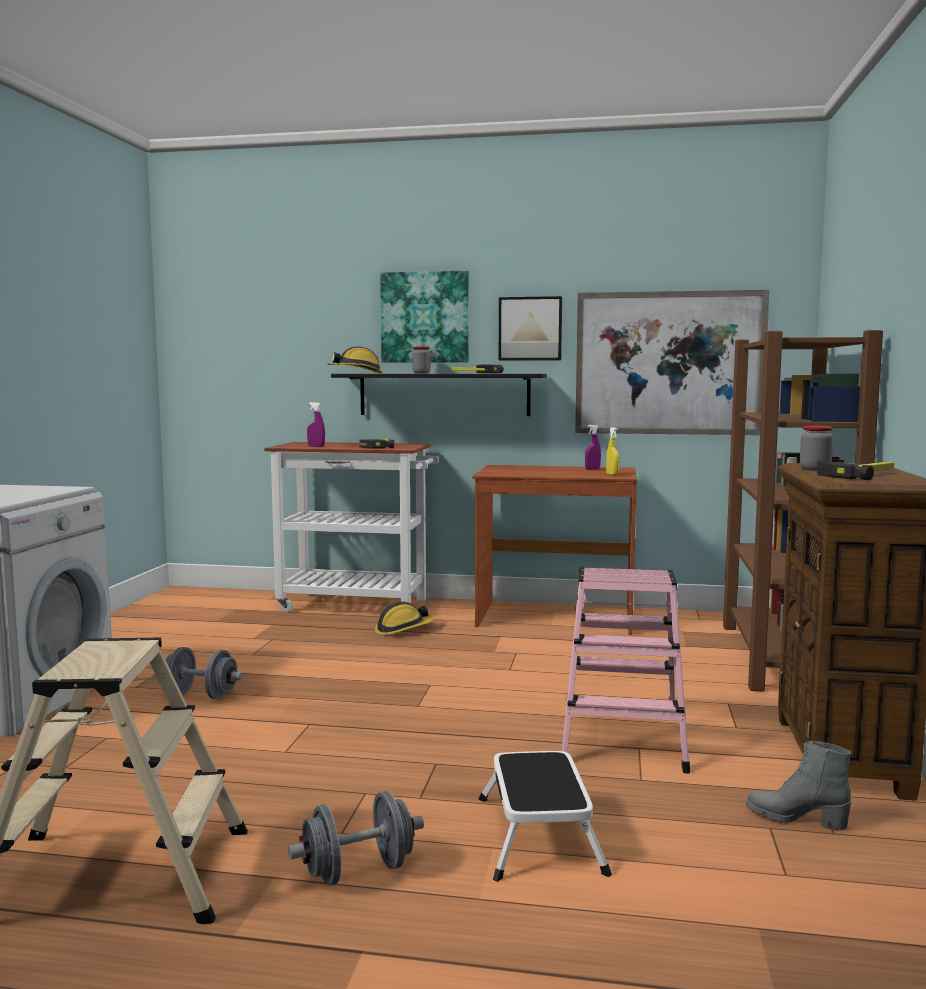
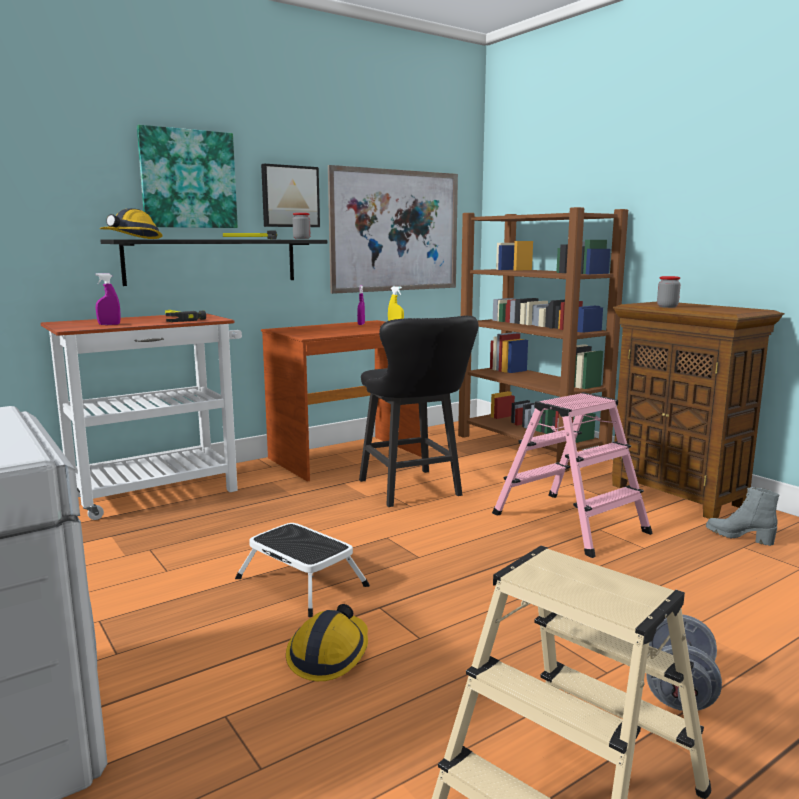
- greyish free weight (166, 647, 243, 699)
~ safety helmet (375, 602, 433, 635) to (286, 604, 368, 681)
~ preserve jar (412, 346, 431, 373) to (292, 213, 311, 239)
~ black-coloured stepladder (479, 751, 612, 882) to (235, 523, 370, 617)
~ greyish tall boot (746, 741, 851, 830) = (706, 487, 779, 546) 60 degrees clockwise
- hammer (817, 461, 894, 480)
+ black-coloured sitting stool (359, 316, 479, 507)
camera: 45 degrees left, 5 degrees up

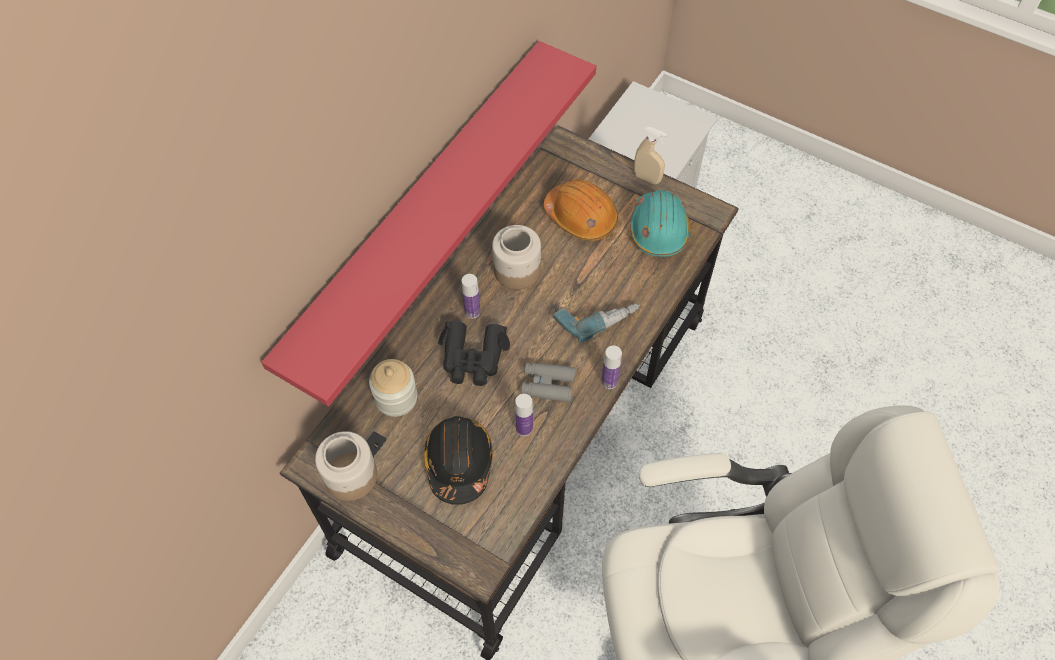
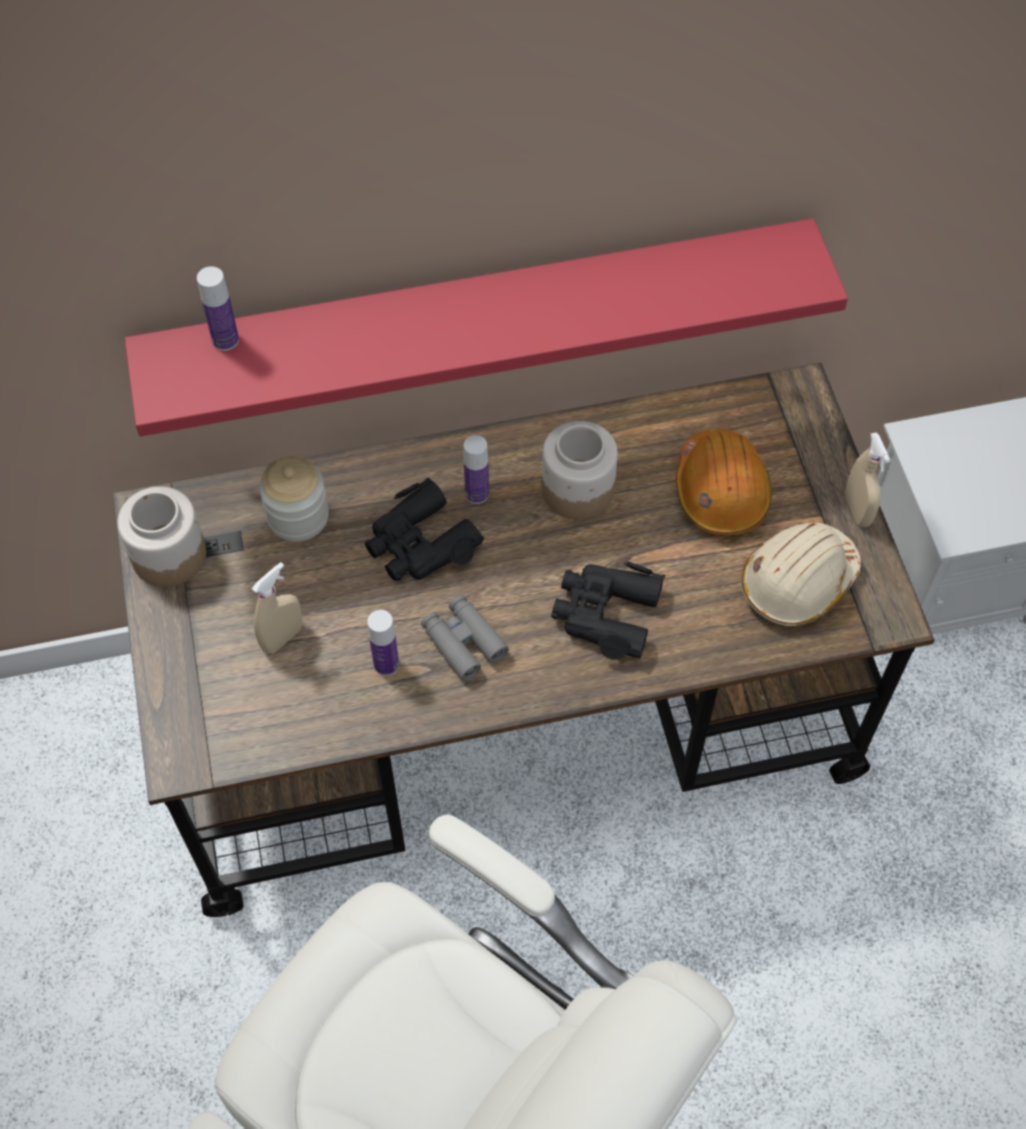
~ black-coloured safety helmet (424, 416, 493, 505) to beige-coloured hand sprayer (251, 562, 302, 654)
~ power drill (553, 303, 640, 343) to black-coloured binoculars (551, 562, 665, 660)
~ beverage bottle (601, 345, 622, 389) to (197, 266, 239, 351)
~ blue-green safety helmet (630, 190, 690, 257) to beige-coloured safety helmet (741, 523, 861, 626)
camera: 45 degrees right, 0 degrees up

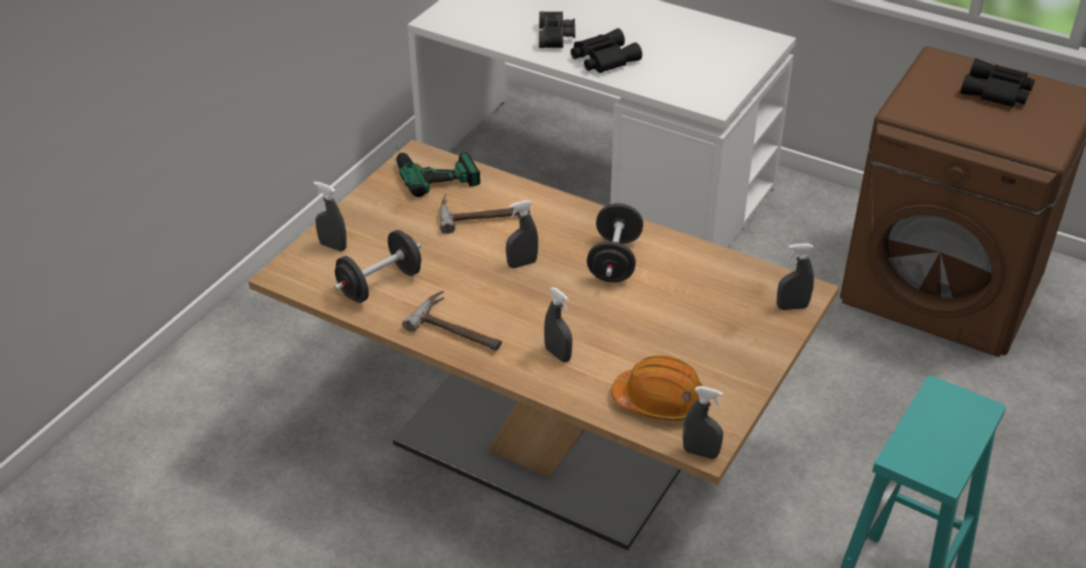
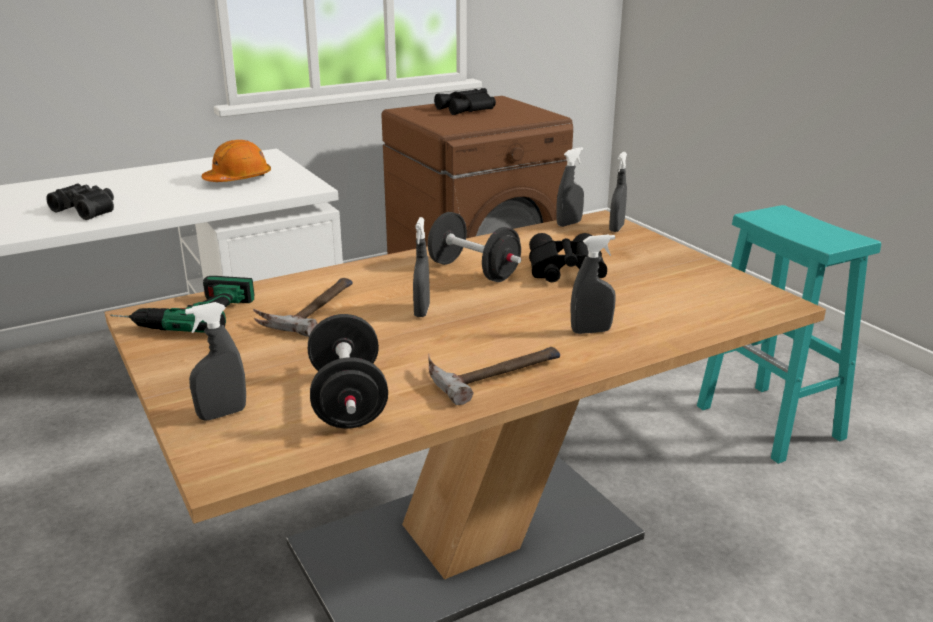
~ black-coloured binoculars (571, 28, 642, 73) to (529, 233, 607, 282)
~ orange-coloured safety helmet (611, 355, 703, 421) to (202, 140, 271, 182)
~ greyish hand sprayer (683, 386, 723, 459) to (556, 147, 584, 227)
camera: 60 degrees left, 15 degrees down

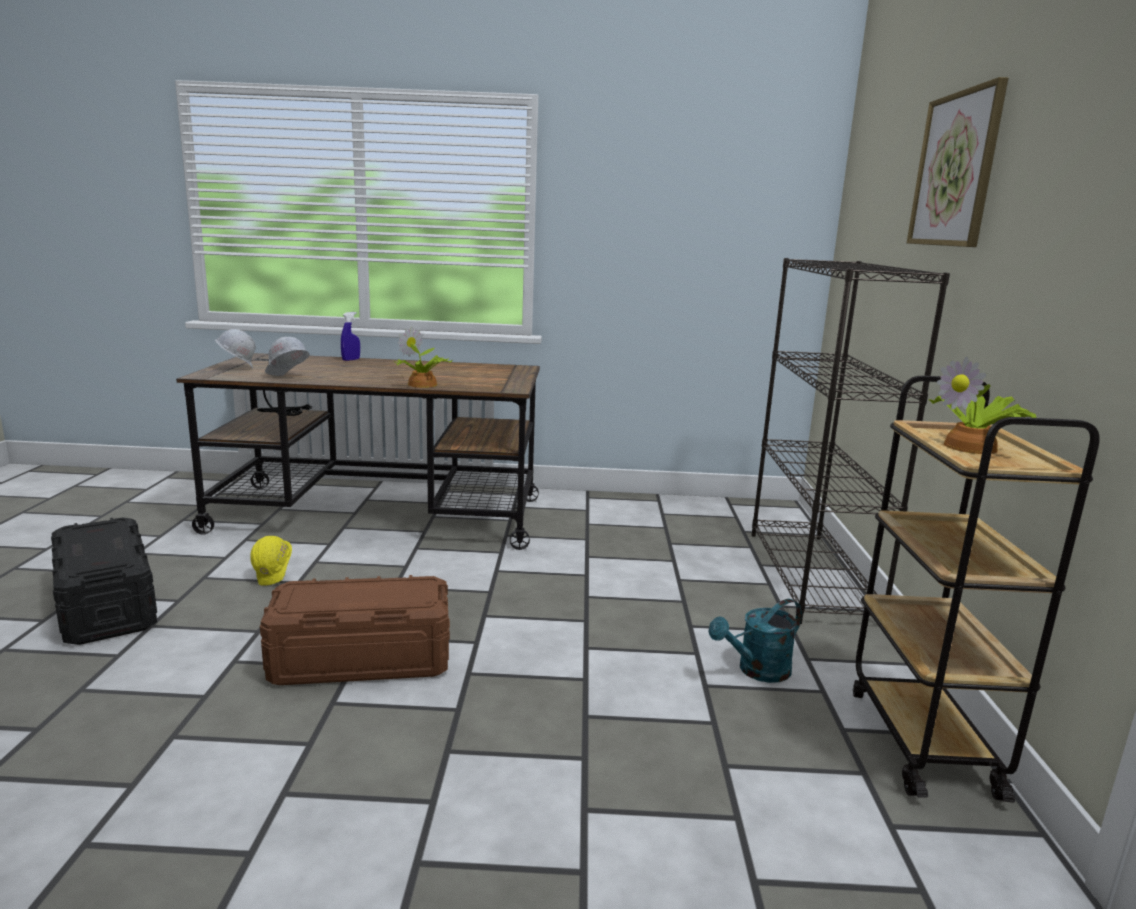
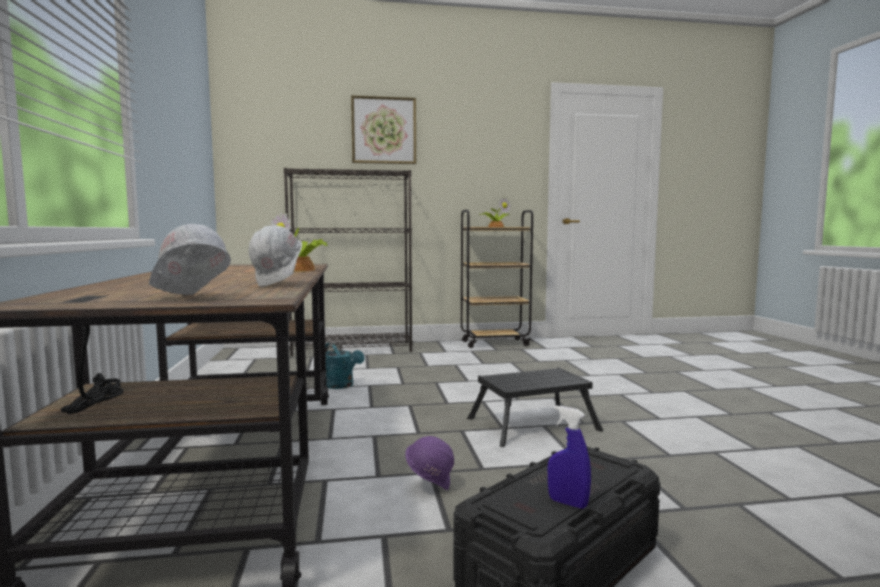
~ yellow-coloured safety helmet (250, 536, 292, 586) to purplish safety helmet (405, 436, 454, 490)
~ brownish storage box (260, 575, 450, 685) to black-coloured stepladder (467, 368, 604, 447)
~ blue hand sprayer (341, 312, 360, 361) to (548, 405, 591, 509)
~ blue-green sprinkling can (708, 599, 802, 683) to (325, 342, 365, 389)
camera: 100 degrees left, 10 degrees down

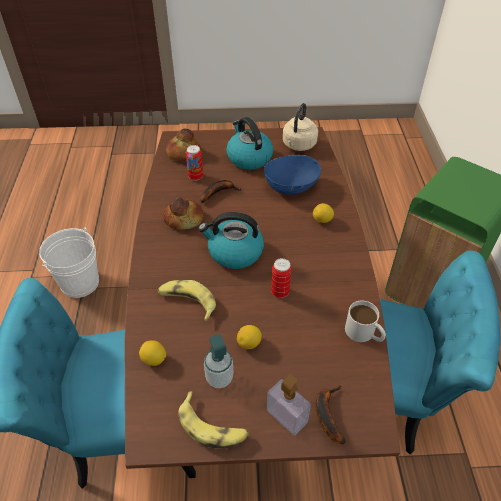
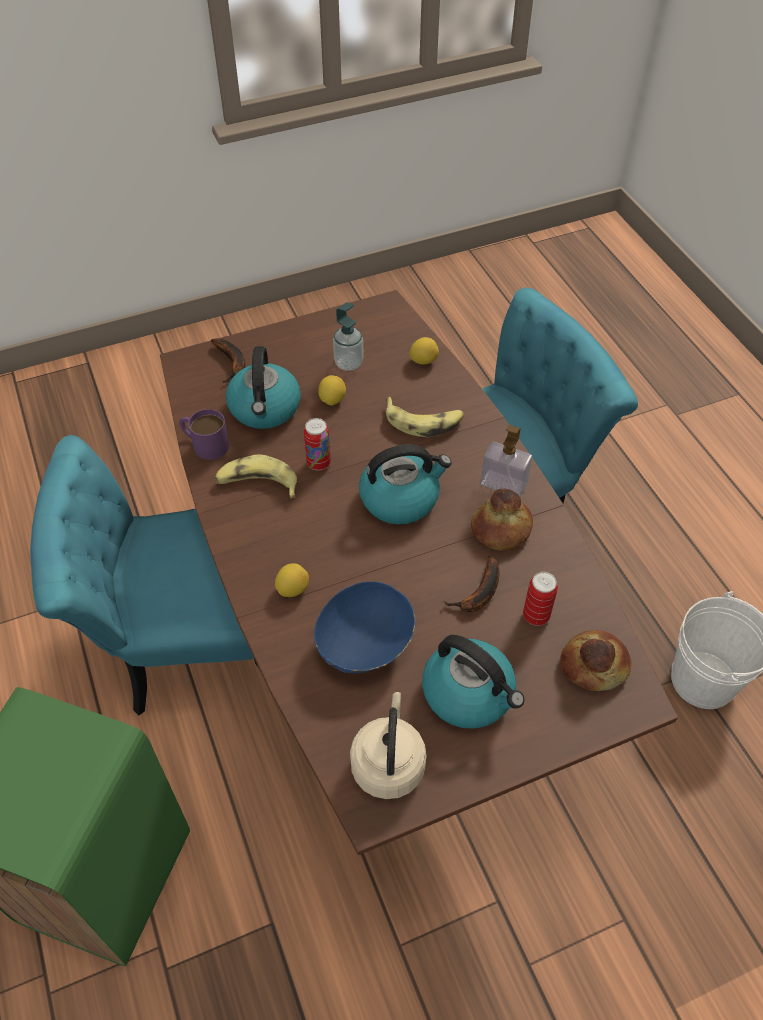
~ whole banana (178, 391, 249, 449) to (215, 455, 297, 498)
~ soap dispenser (267, 374, 311, 436) to (481, 425, 532, 497)
~ whitish tea mug (345, 301, 386, 342) to purplish tea mug (179, 409, 229, 460)
+ kettle (226, 346, 301, 429)
camera: 160 degrees right, 5 degrees up

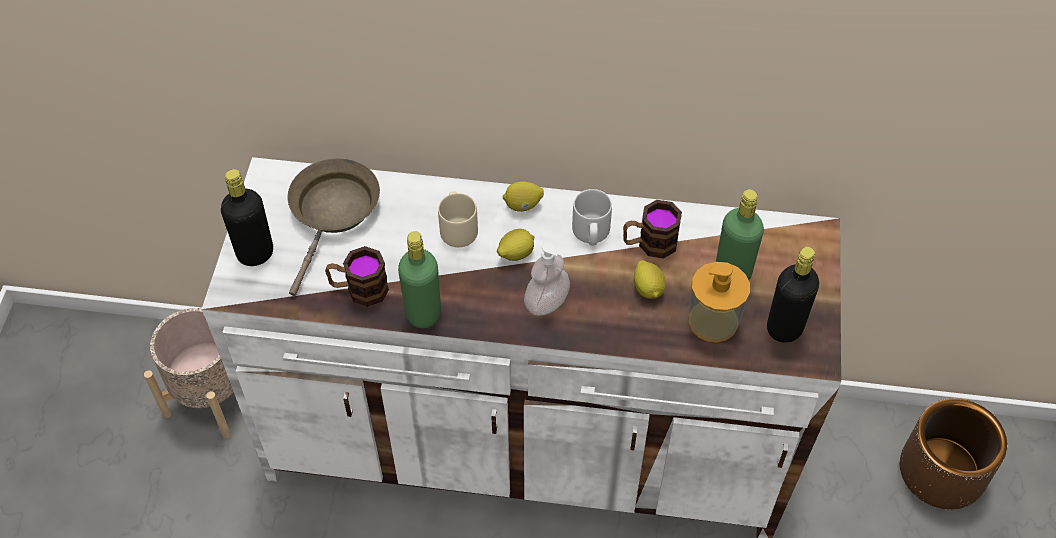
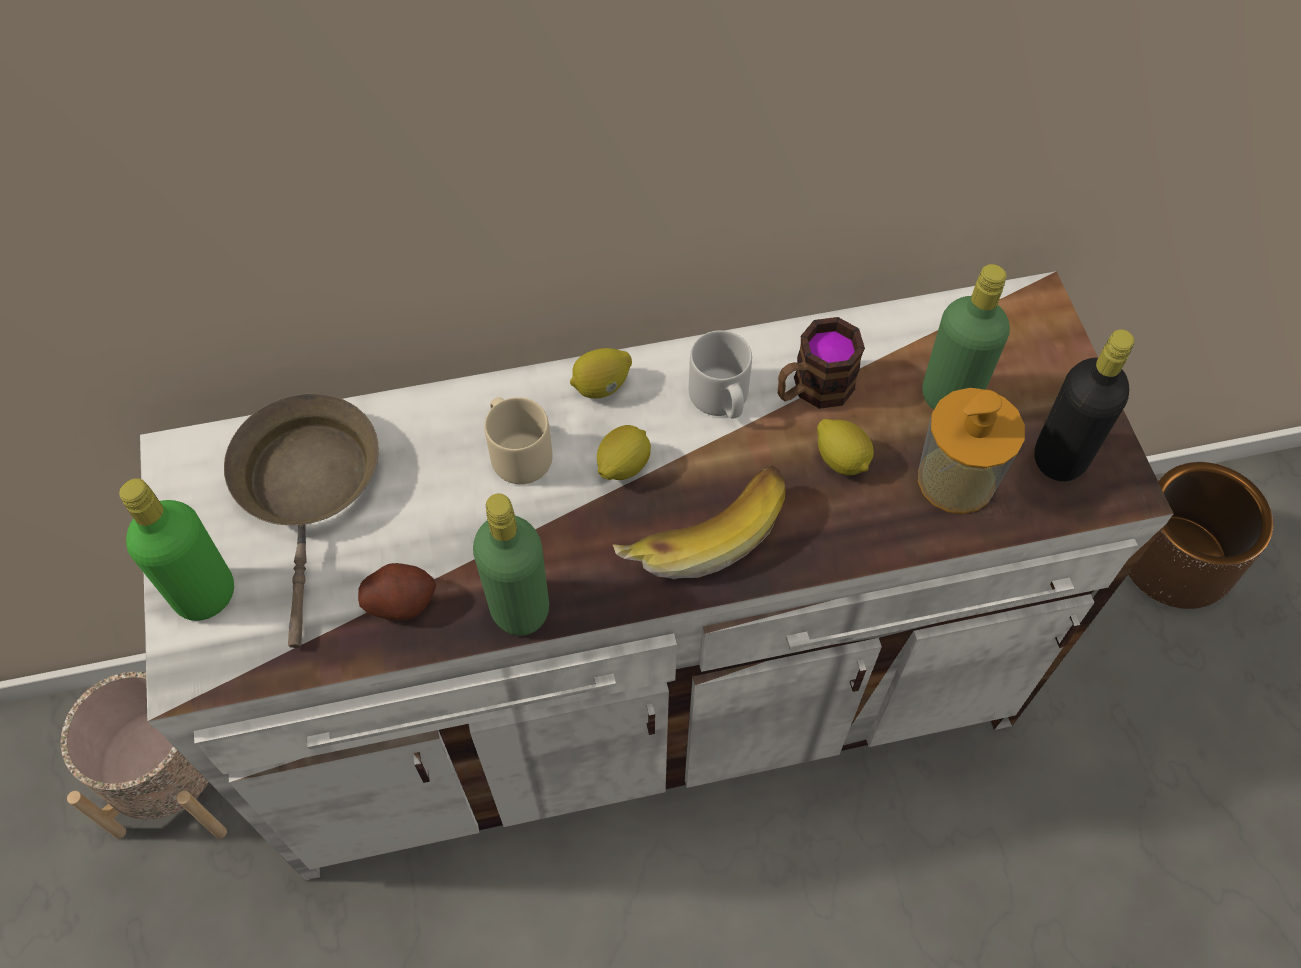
~ black-coloured beverage bottle (221, 169, 273, 266) to greenish beverage bottle (119, 478, 234, 621)
~ tea mug (325, 246, 389, 307) to spud (358, 563, 436, 620)
~ soap dispenser (524, 242, 570, 316) to whole banana (613, 465, 786, 579)
camera: 20 degrees left, 5 degrees up

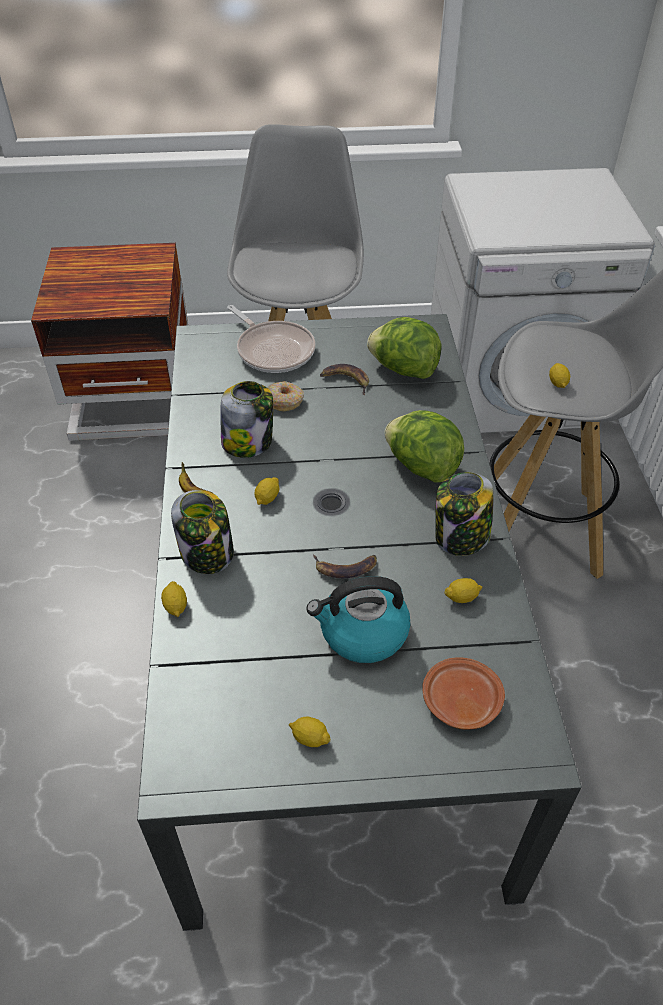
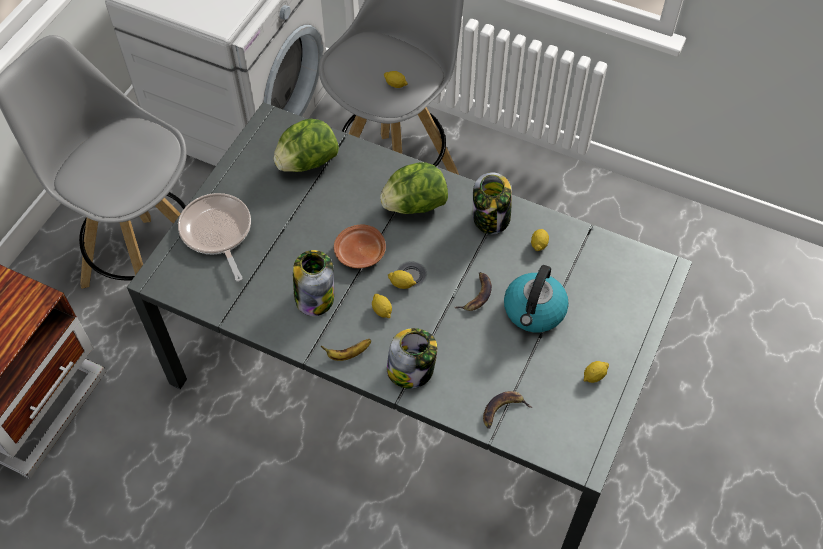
~ citrus fruit (161, 581, 187, 617) to (388, 270, 416, 289)
~ frying pan (227, 305, 315, 373) = (178, 193, 251, 281) 105 degrees counterclockwise
- donut (267, 381, 304, 411)
~ whole banana (320, 364, 369, 395) to (483, 391, 532, 429)
~ brownish dinner plate (422, 657, 505, 730) to (334, 224, 386, 268)
camera: 60 degrees left, 10 degrees up

